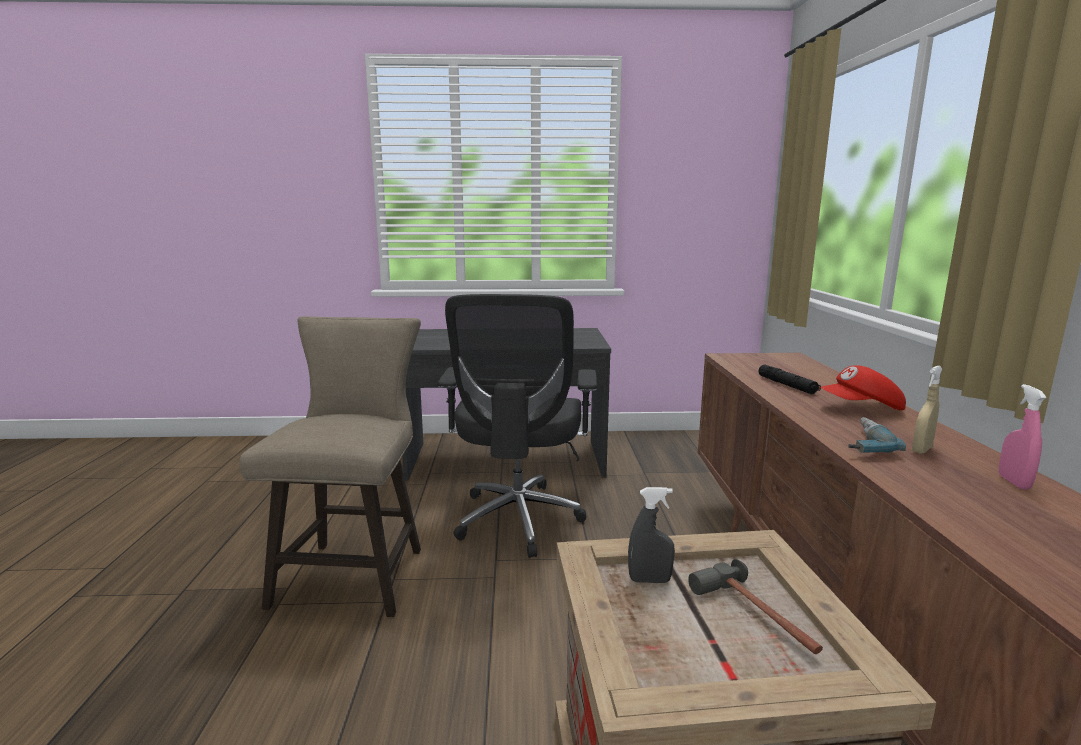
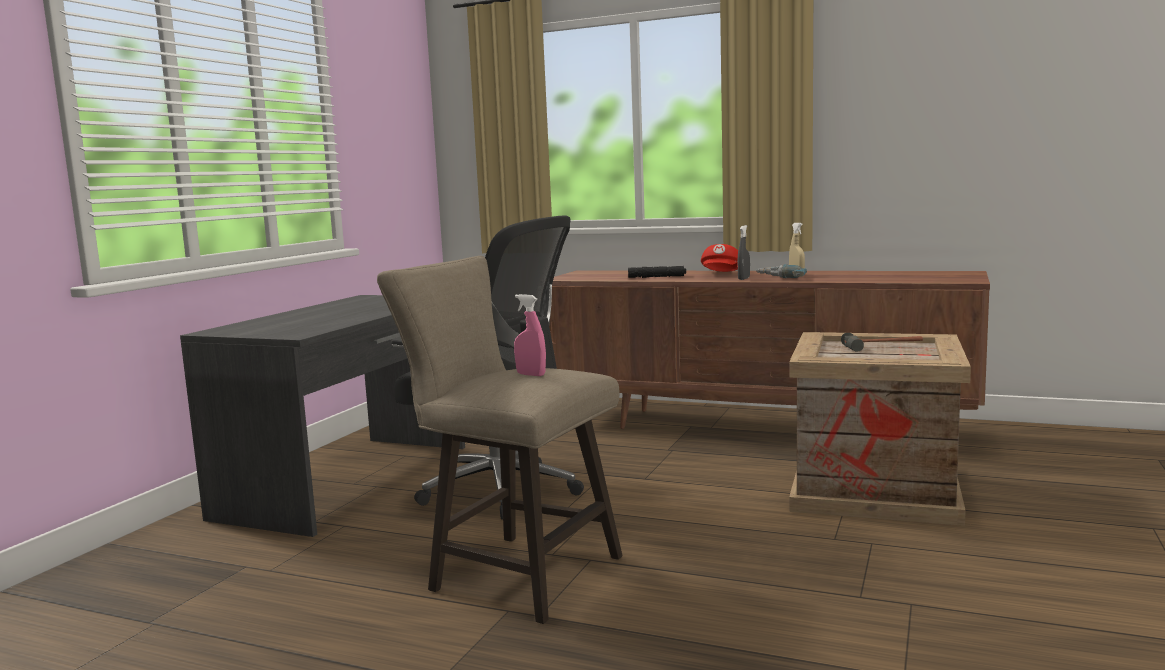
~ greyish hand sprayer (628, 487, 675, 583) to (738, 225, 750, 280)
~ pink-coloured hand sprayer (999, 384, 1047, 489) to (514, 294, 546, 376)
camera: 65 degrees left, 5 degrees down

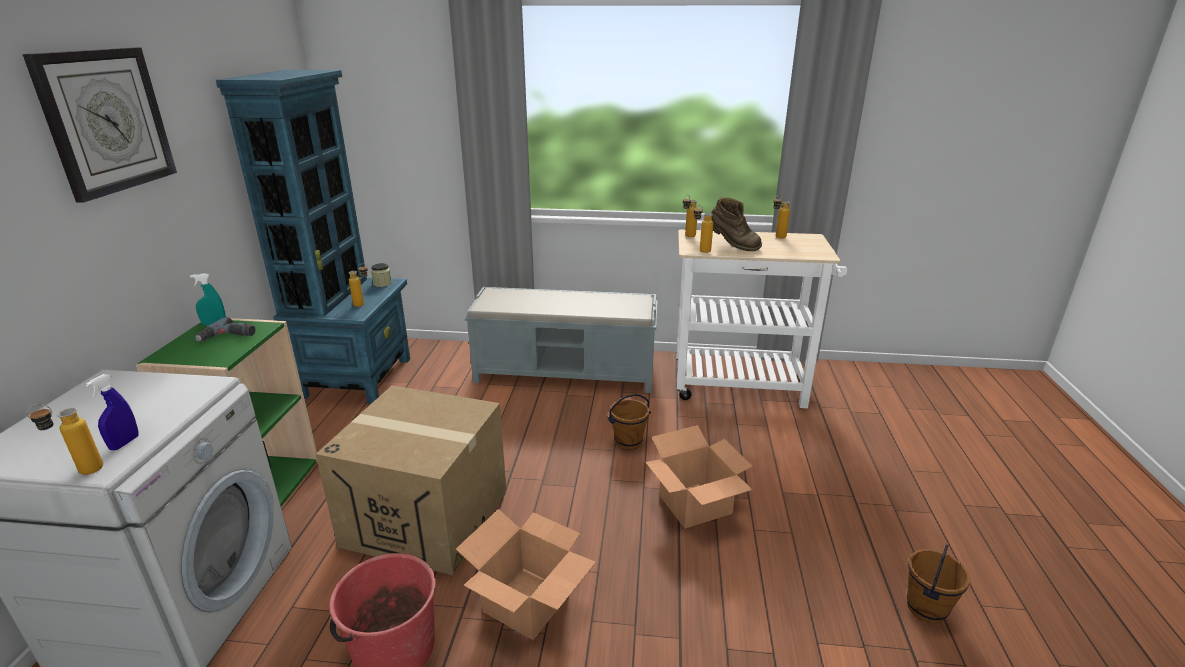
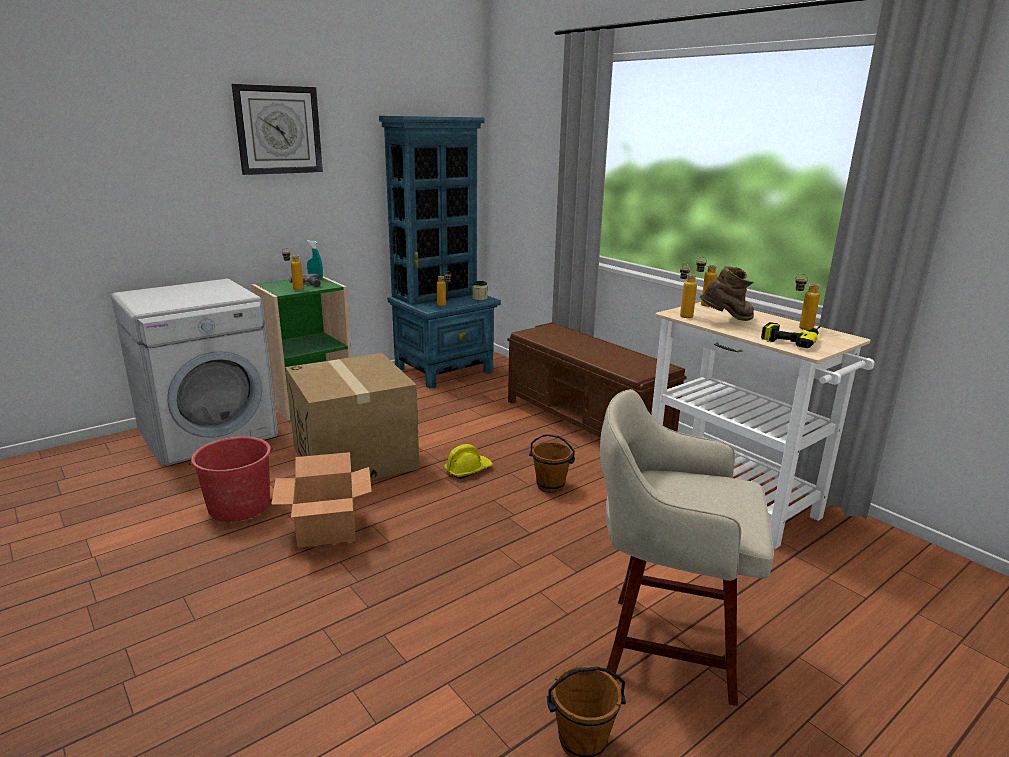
~ beverage bottle (27, 404, 103, 475) to (282, 248, 304, 290)
- blue hand sprayer (86, 374, 139, 450)
~ greyish long seat (465, 287, 658, 393) to brownish long seat (507, 322, 687, 438)
- cardboard box (645, 425, 753, 529)
~ brownish tall boot (711, 197, 762, 251) = (700, 266, 754, 321) 105 degrees counterclockwise
+ yellow-coloured safety helmet (444, 444, 493, 479)
+ beige-coloured sitting stool (600, 389, 774, 706)
+ power drill (761, 322, 820, 348)
camera: 45 degrees right, 5 degrees down

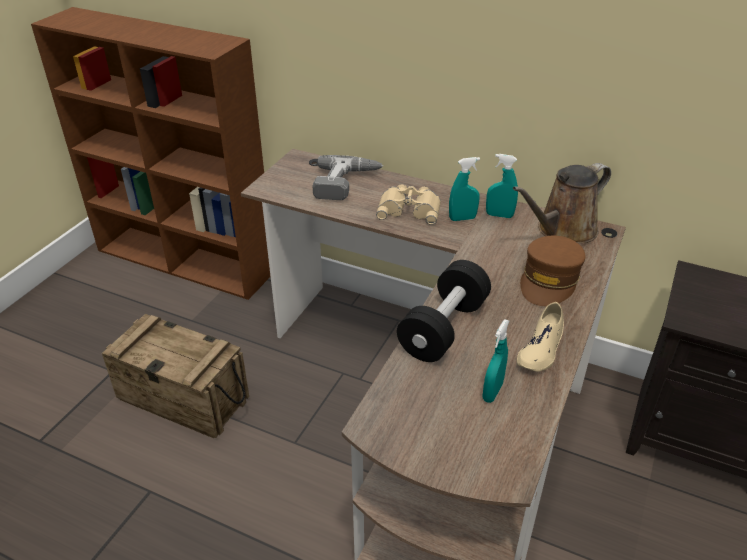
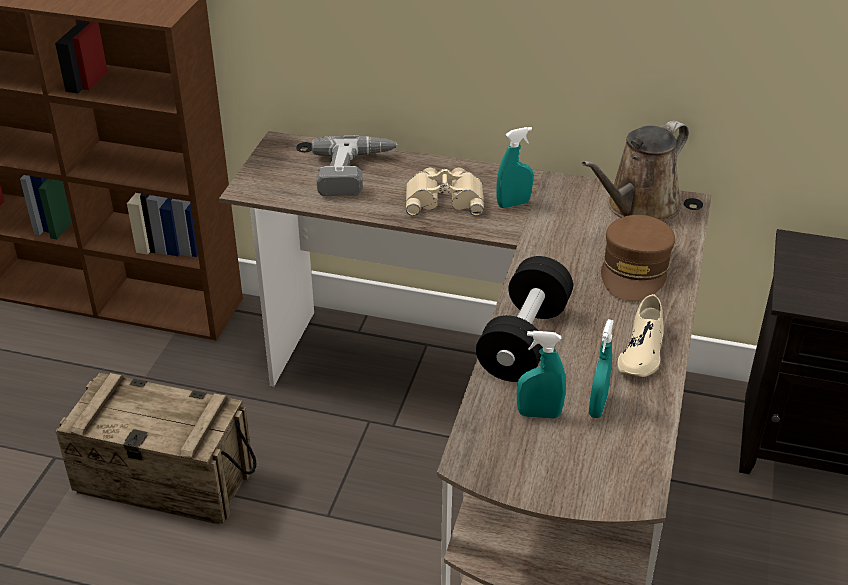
~ blue-green hand sprayer (486, 154, 518, 218) to (517, 331, 566, 419)
camera: 10 degrees left, 0 degrees up

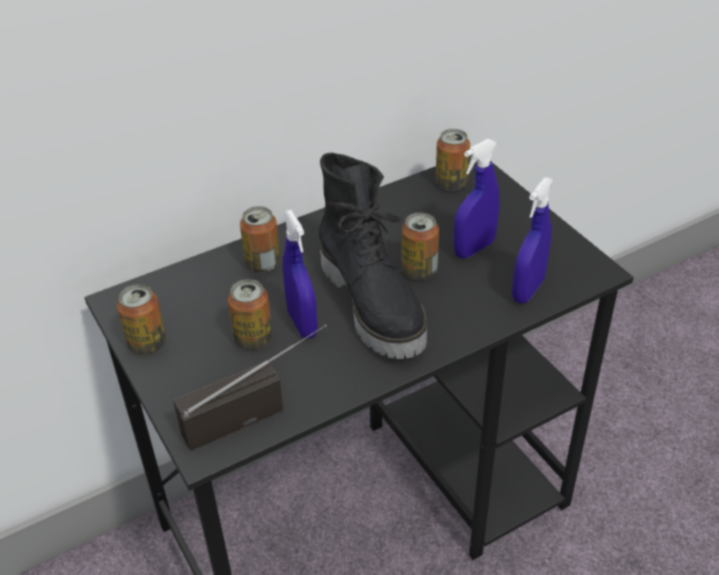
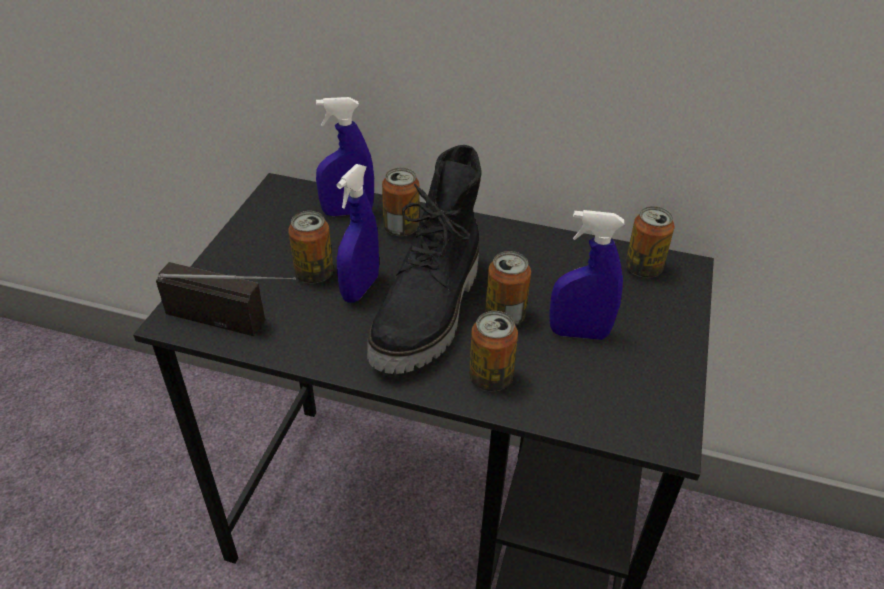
~ can (117, 284, 167, 355) to (469, 311, 518, 391)
~ blue hand sprayer (512, 177, 553, 304) to (316, 97, 374, 216)
camera: 45 degrees right, 0 degrees up

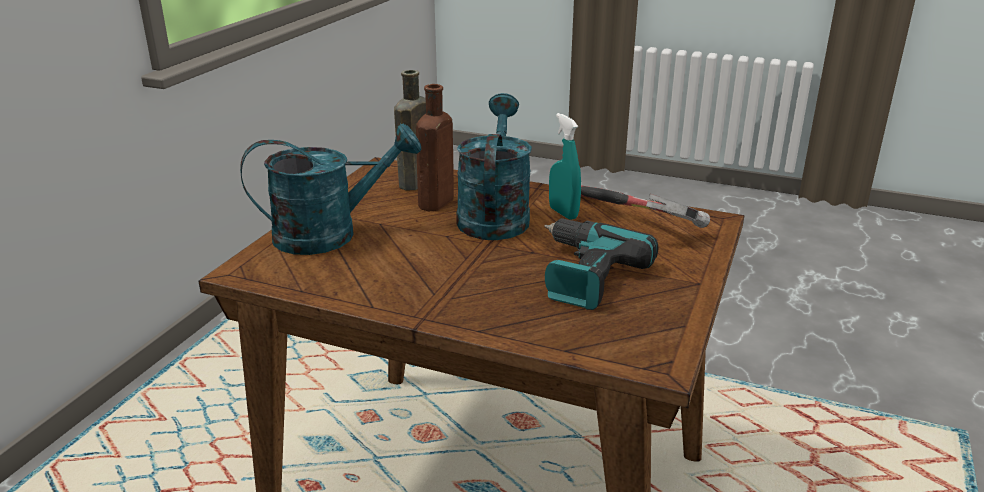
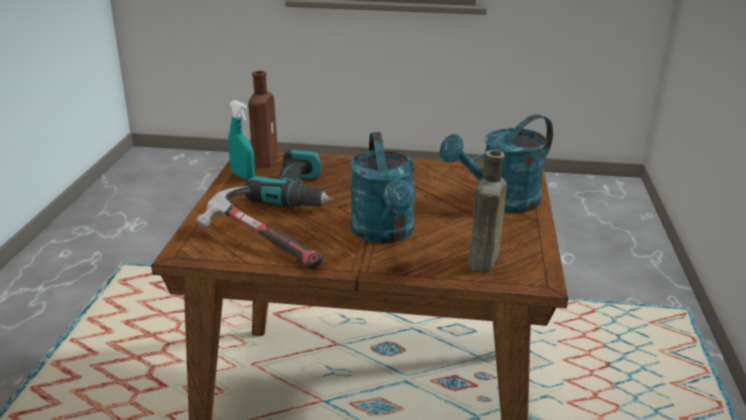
~ brownish beverage bottle (416, 84, 454, 211) to (248, 71, 278, 168)
~ blue-green hand sprayer (549, 113, 581, 220) to (228, 100, 255, 179)
camera: 165 degrees right, 0 degrees up

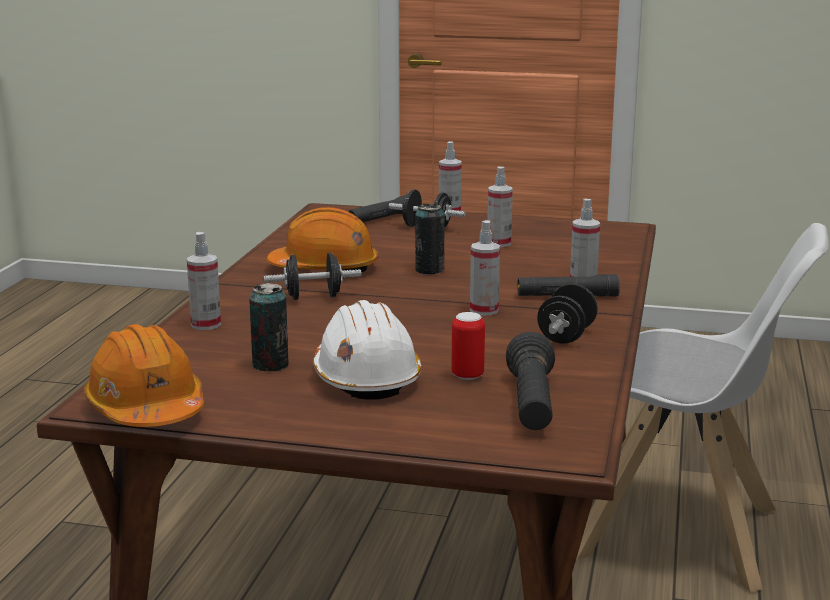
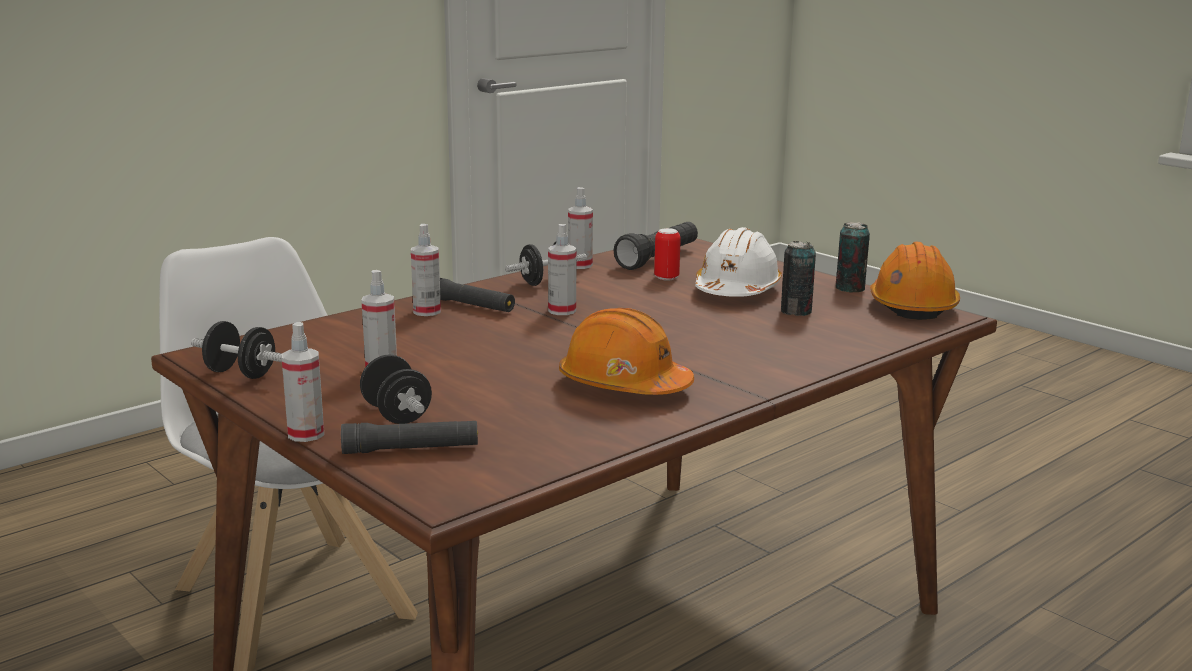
~ hand sprayer (187, 232, 221, 330) to (568, 187, 593, 269)
~ black-coloured free weight (264, 253, 362, 300) to (191, 321, 282, 379)
~ can (415, 204, 445, 275) to (836, 222, 870, 292)
camera: 145 degrees left, 0 degrees up

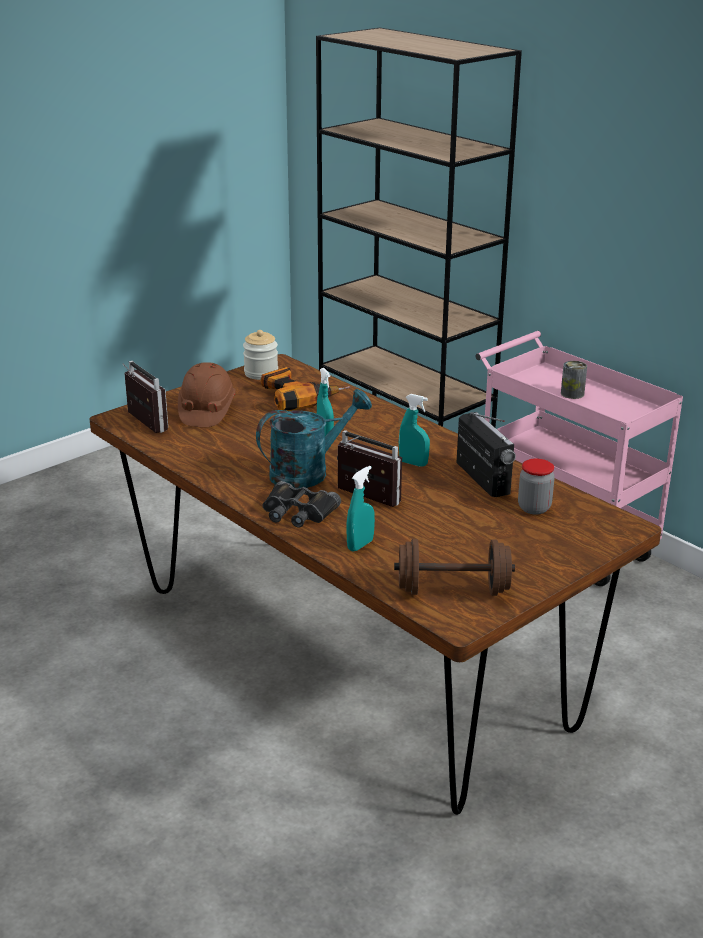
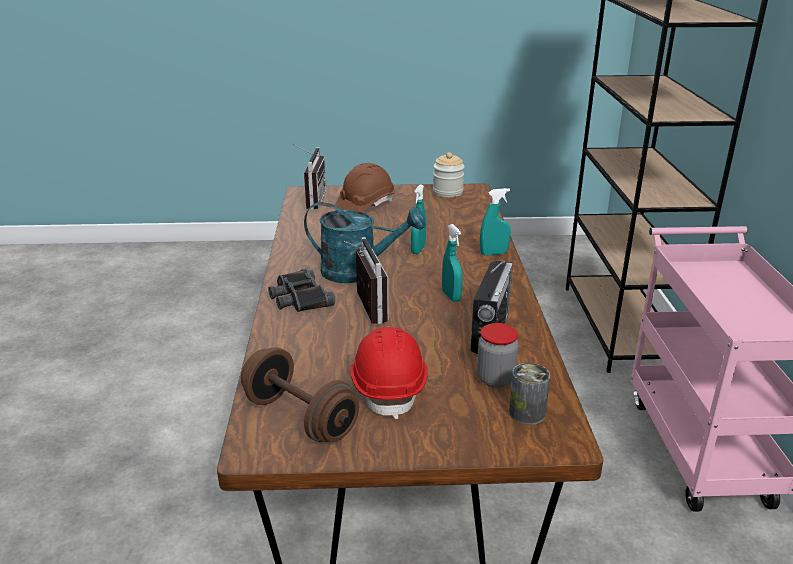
- power drill (261, 367, 351, 411)
~ blue-green hand sprayer (346, 466, 375, 551) to (480, 188, 510, 256)
~ can (561, 361, 587, 399) to (509, 363, 550, 425)
+ reddish safety helmet (350, 327, 428, 419)
camera: 40 degrees right, 0 degrees up

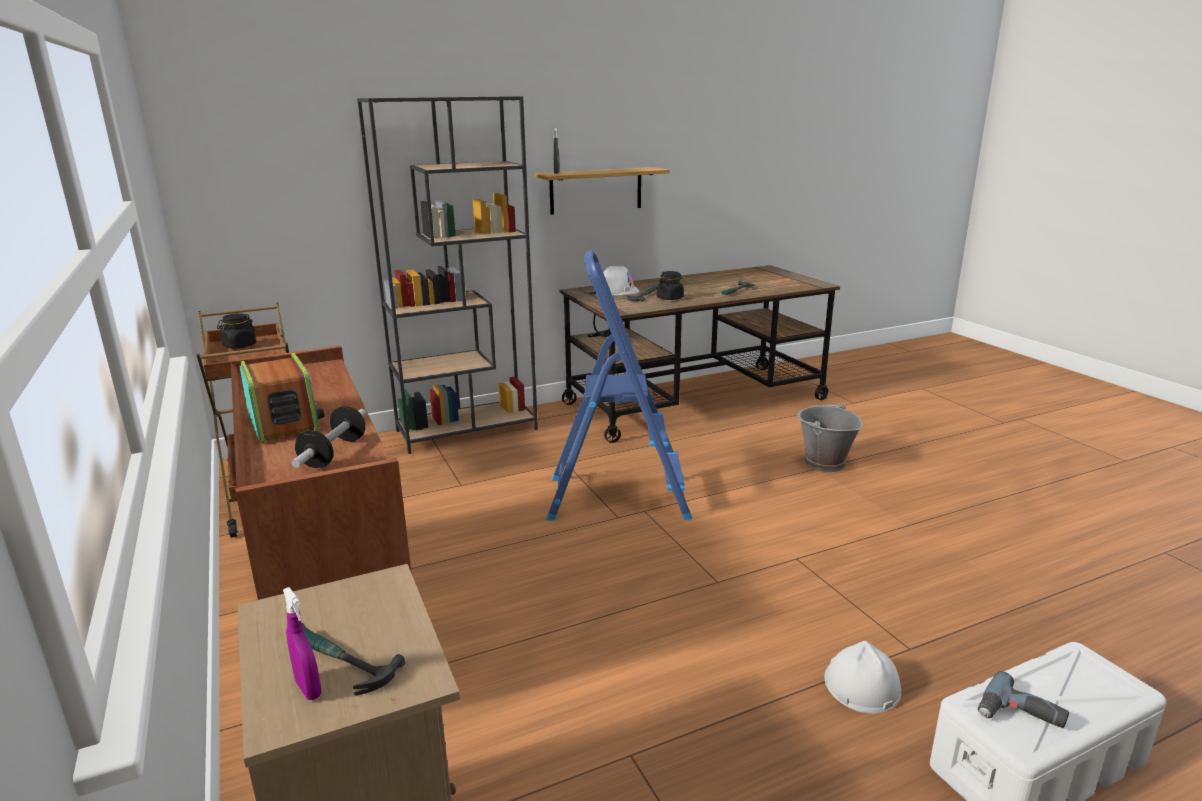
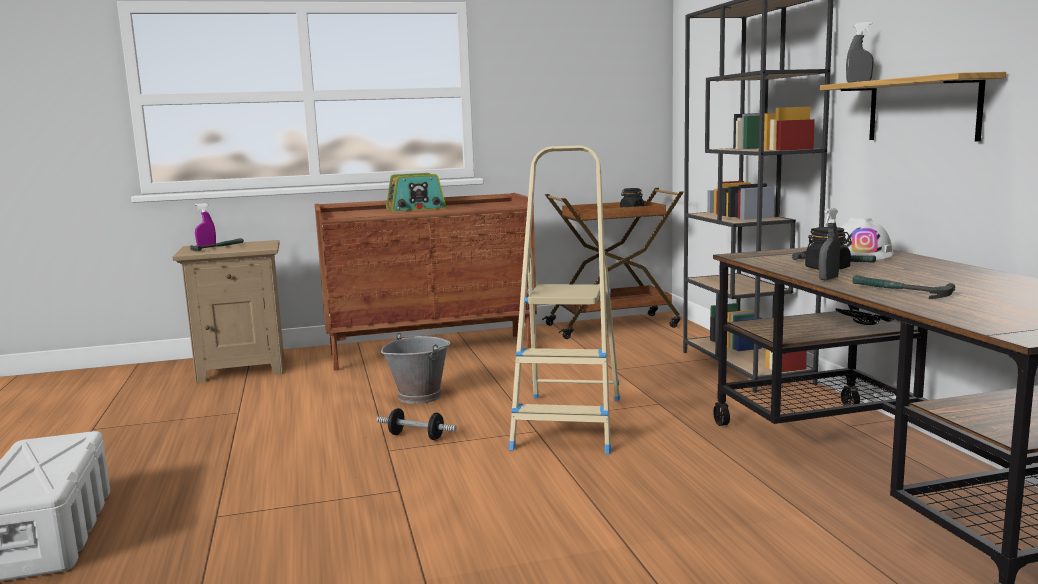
~ free weight (291, 406, 366, 468) to (377, 408, 457, 440)
~ blue stepladder (546, 250, 693, 520) to beige-coloured stepladder (509, 146, 620, 454)
~ greyish pail (798, 402, 863, 472) to (381, 333, 451, 404)
- whitish safety helmet (824, 641, 902, 714)
- power drill (978, 671, 1069, 728)
+ greyish hand sprayer (819, 208, 840, 280)
camera: 100 degrees right, 10 degrees down

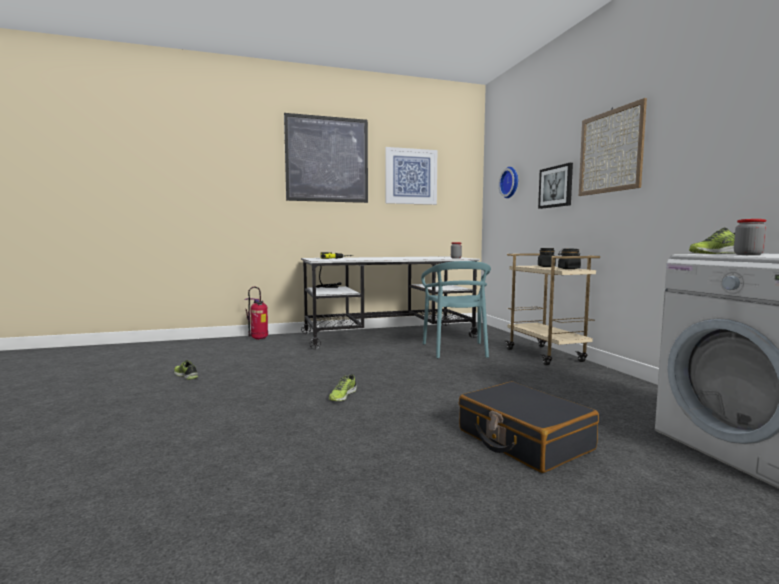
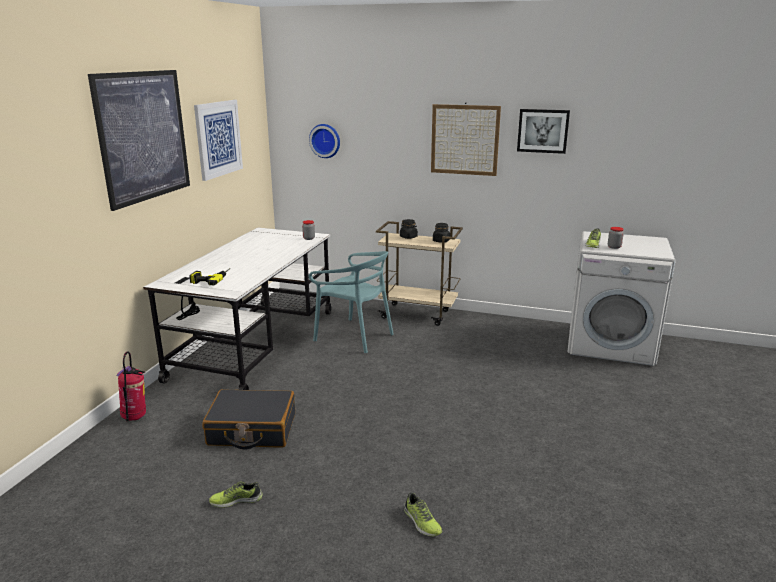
~ item of footwear (329, 374, 357, 401) to (404, 493, 442, 536)
~ black-coloured suitcase (459, 381, 599, 473) to (202, 389, 295, 449)
~ wall art (538, 163, 573, 209) to (517, 109, 570, 154)
camera: 55 degrees left, 15 degrees up

